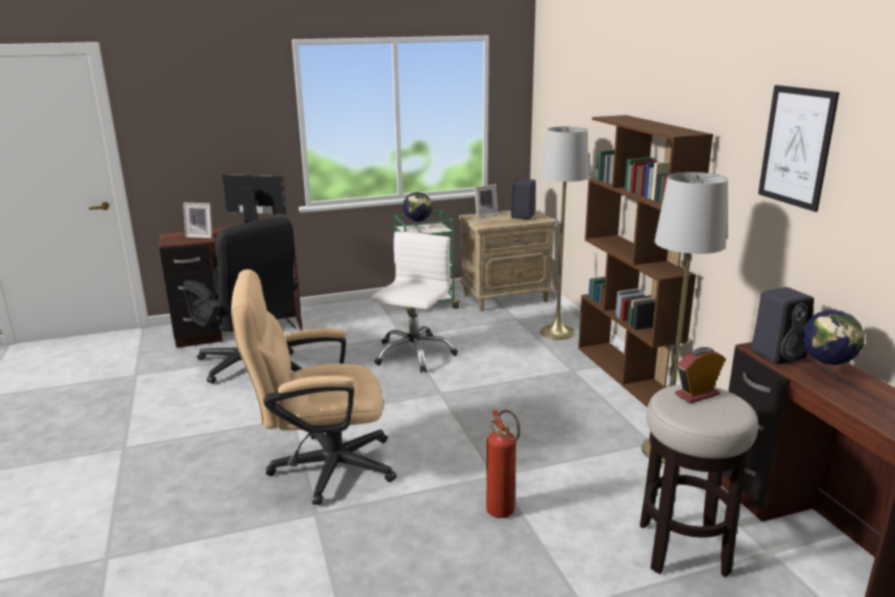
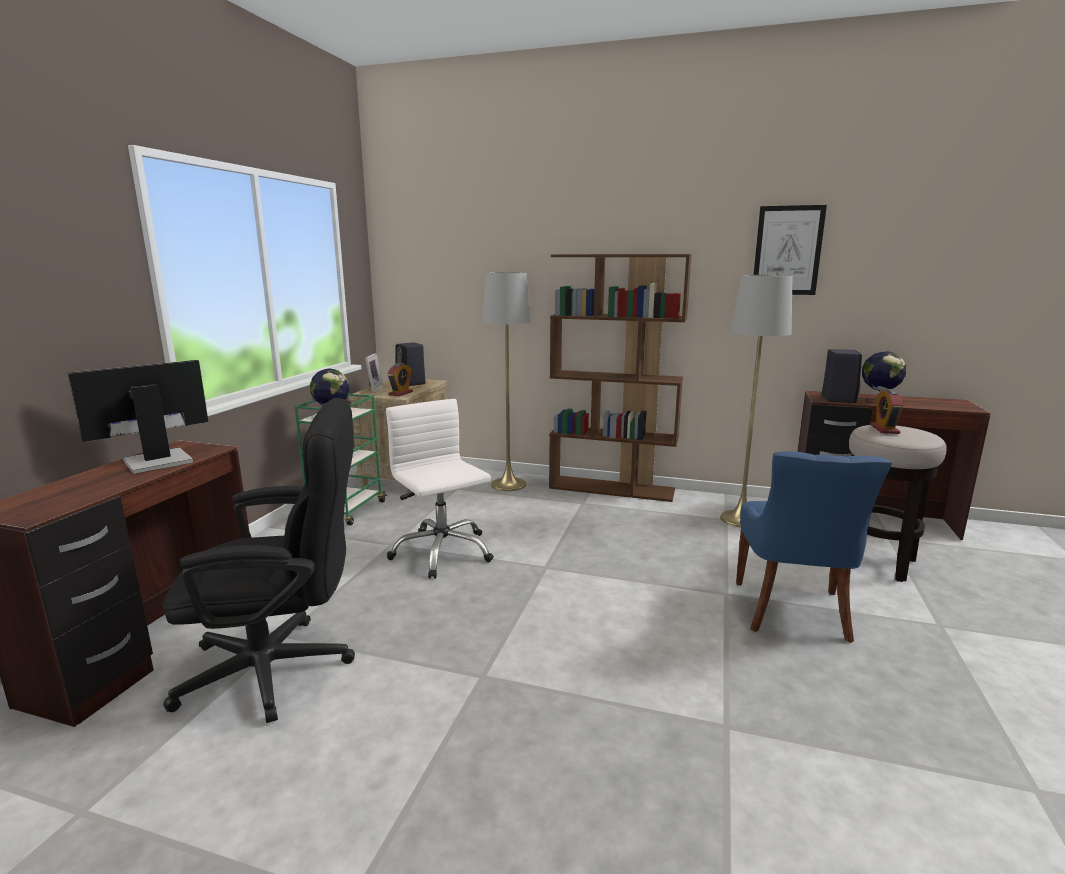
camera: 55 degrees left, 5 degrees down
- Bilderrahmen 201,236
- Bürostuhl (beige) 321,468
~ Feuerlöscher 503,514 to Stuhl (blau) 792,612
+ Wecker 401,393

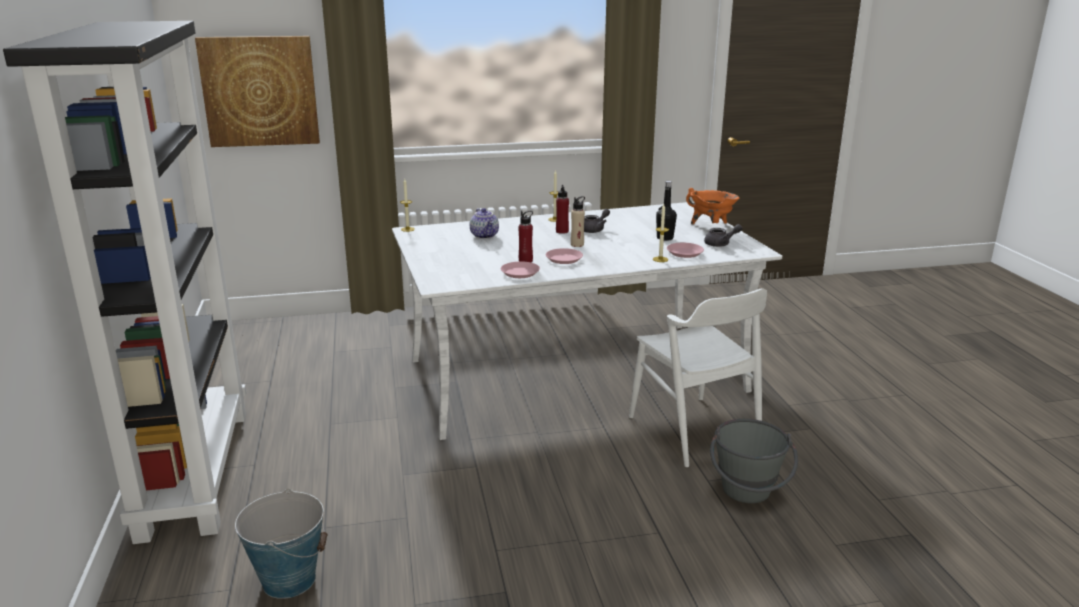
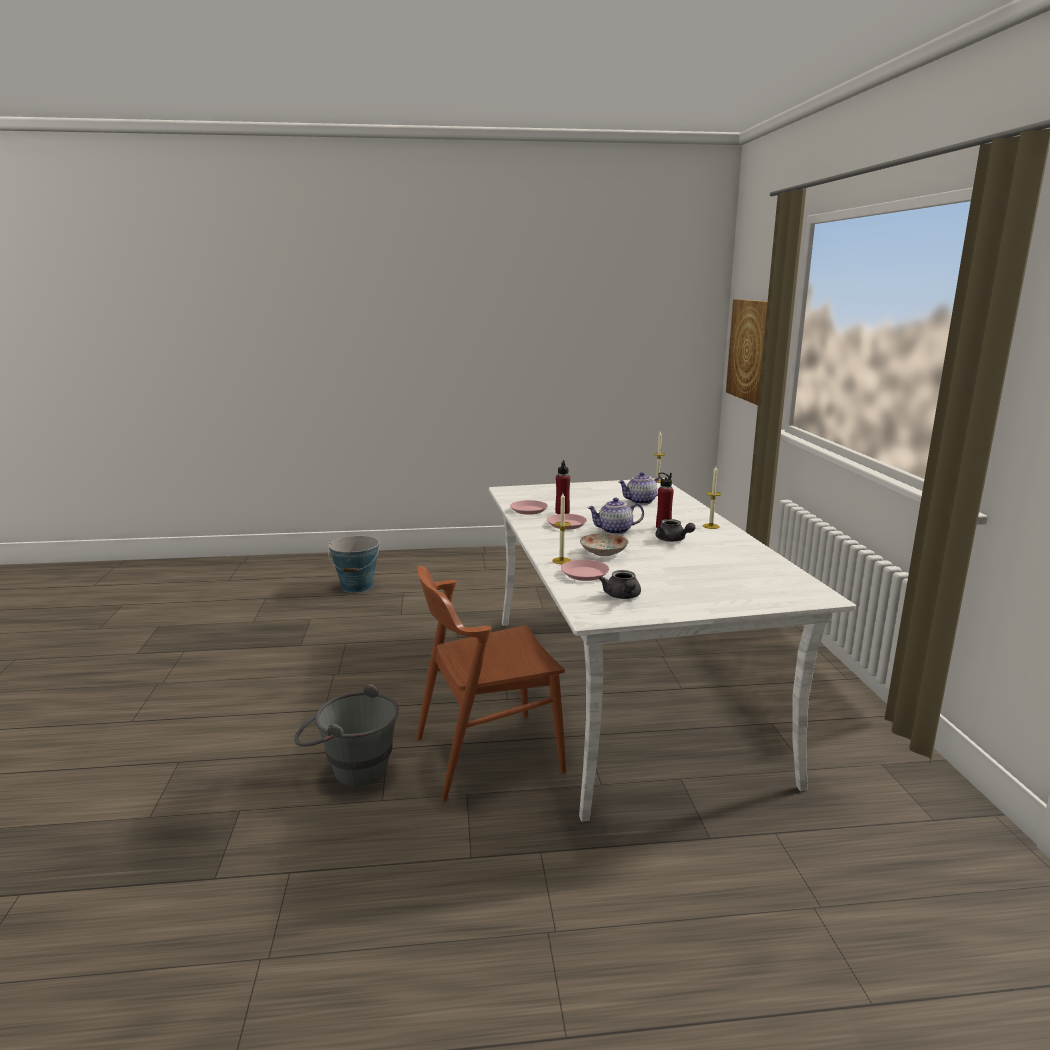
camera: 95 degrees right, 5 degrees down
- Bücherregal (schwarz) 194,470
~ Flasche (beige) 577,245 to Teekanne 614,531
~ Stuhl (weiß) 694,430 to Stuhl (braun) 487,754
- Flasche (schwarz) 665,238
- Kochtopf (orange) 711,226
+ Teller 603,552

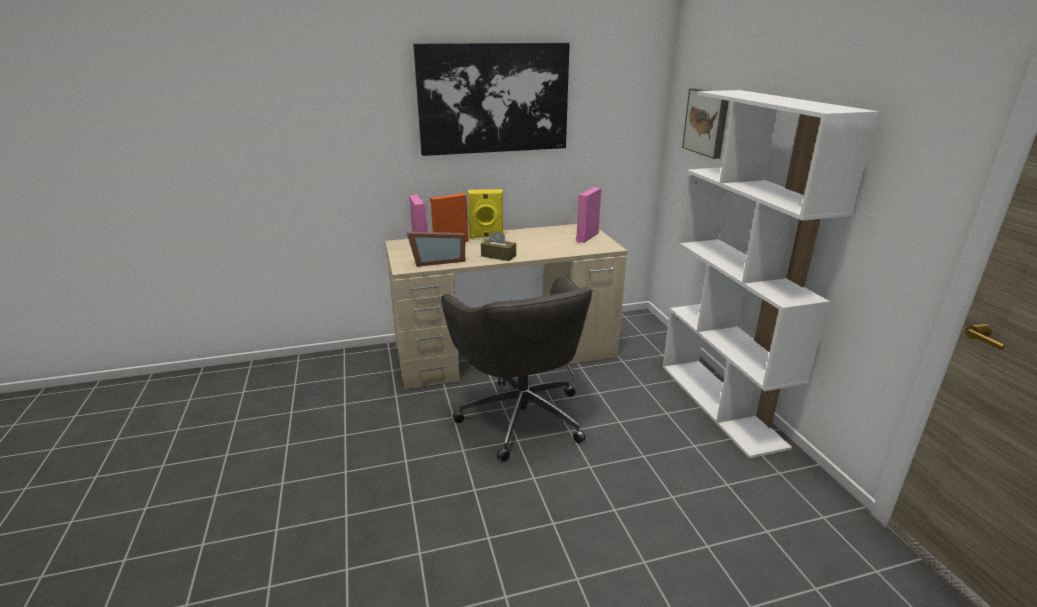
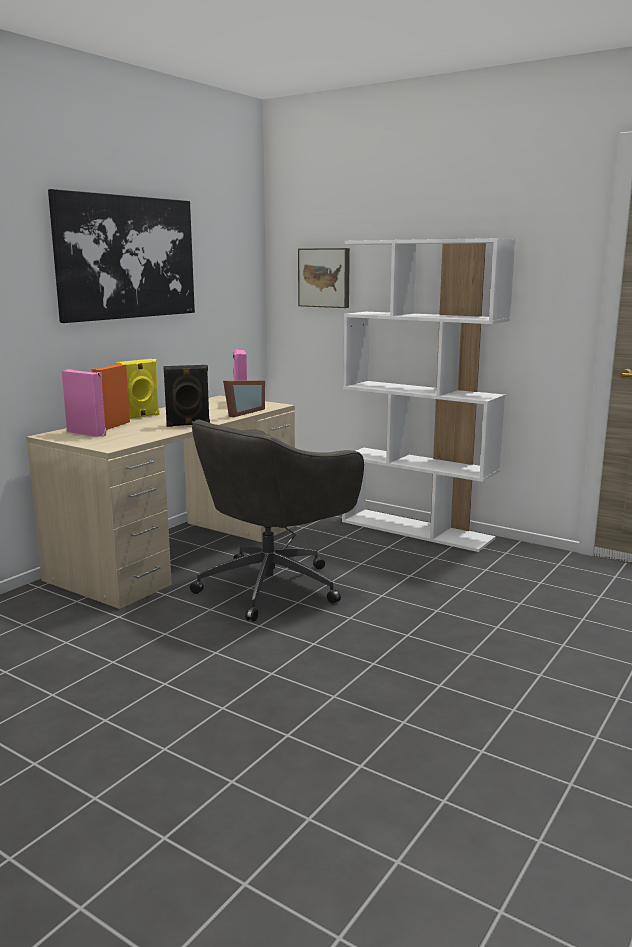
camera: 40 degrees left, 10 degrees down
~ Bilderrahmen 437,261 to 241,412
~ Bürostuhl (grau) 521,415 = 273,586 105 degrees clockwise
~ Taschentuchbox (braun) 498,256 to Lautsprecher (schwarz) 188,425

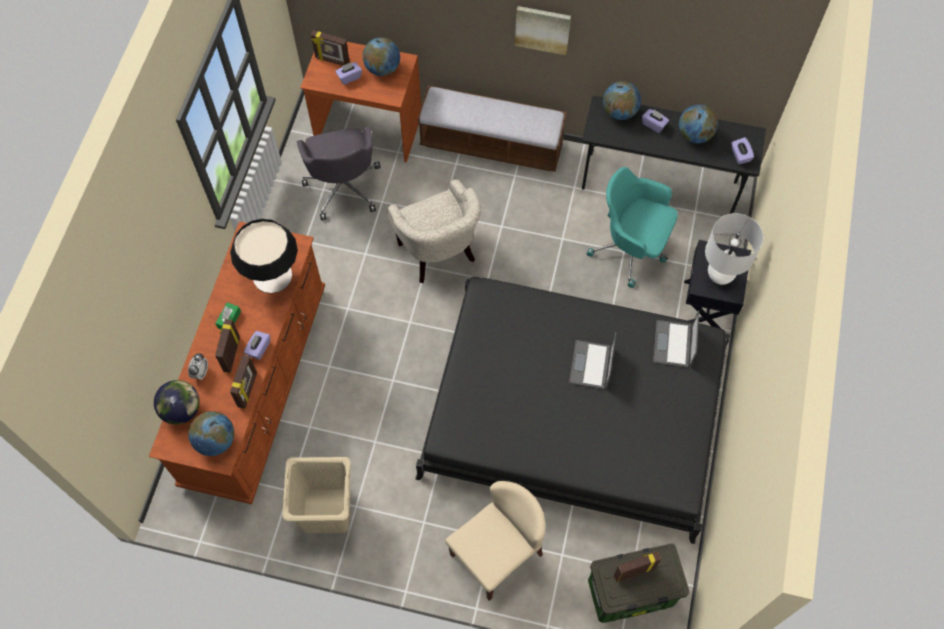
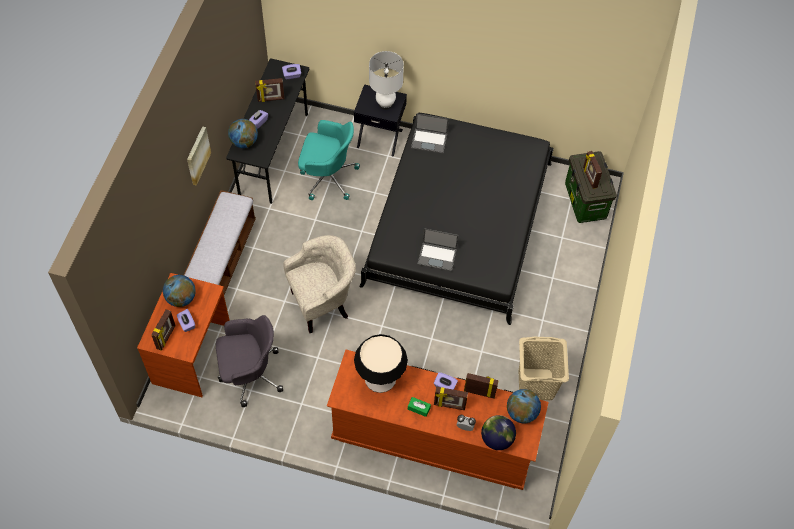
camera: 90 degrees left, 5 degrees down
- Stuhl (beige) 496,553
~ Laptop 591,365 to 437,256
~ Bürostuhl (türkis) 631,248 = 327,177 105 degrees counterclockwise
~ Globus 694,135 to Bilderrahmen 271,99

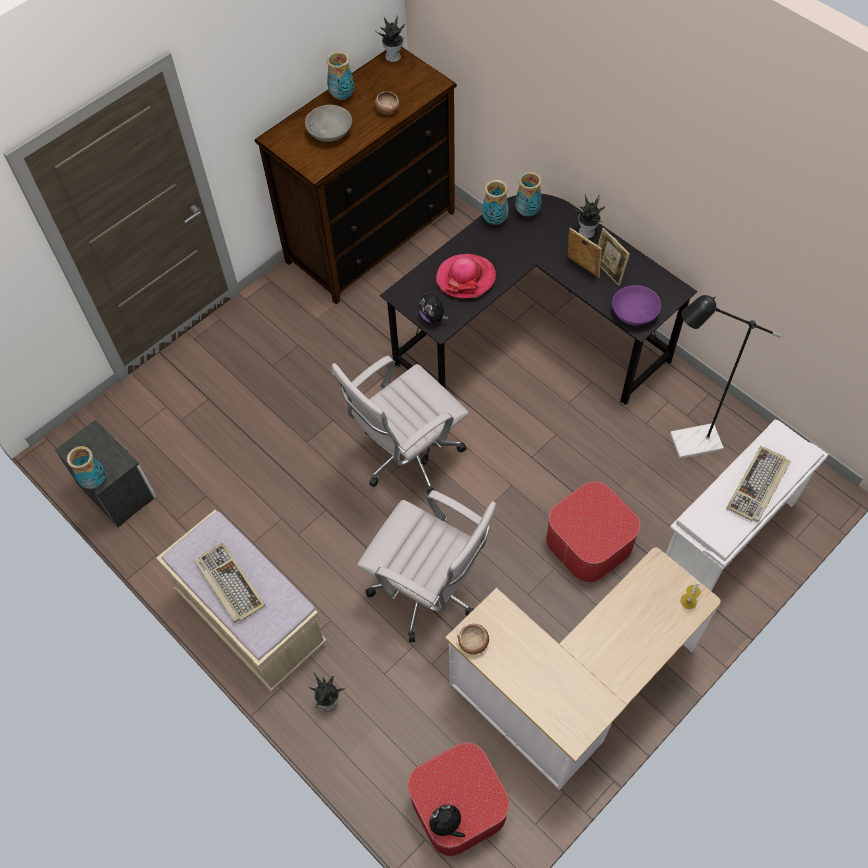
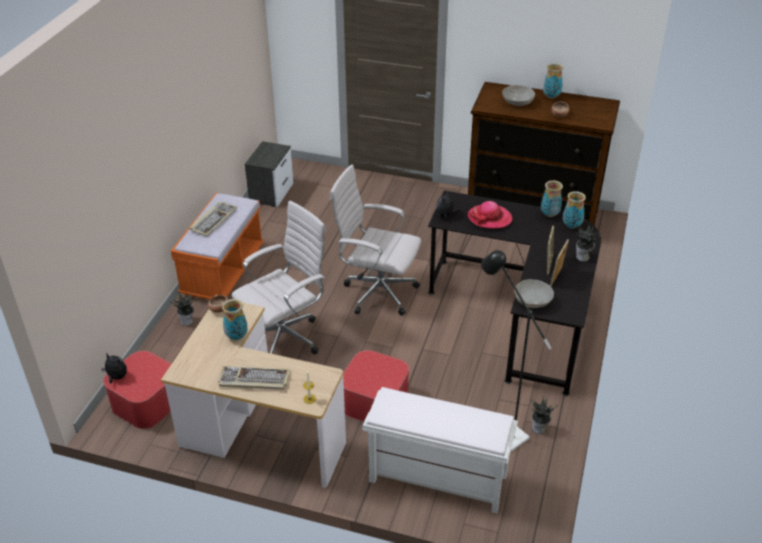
camera: 60 degrees right, 20 degrees down
~ Vase 94,481 to 237,336
~ Bank (beige) 251,618 to Bank (orange) 223,271
~ Bürostuhl (weiß) 429,592 = 286,337 135 degrees counterclockwise
~ Topfpflanze 393,56 to 539,429
~ Schüssel (lila) 634,312 to Schüssel (grau) 533,301
~ Tastatur 758,486 to 253,380

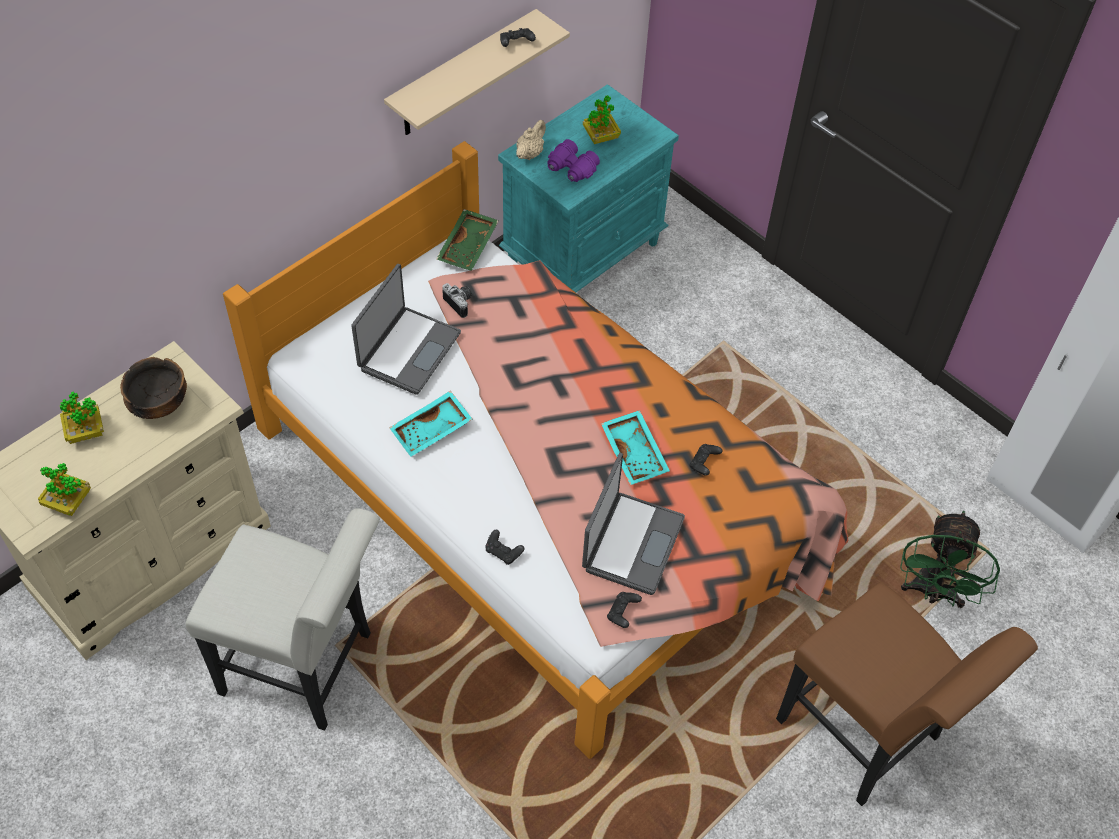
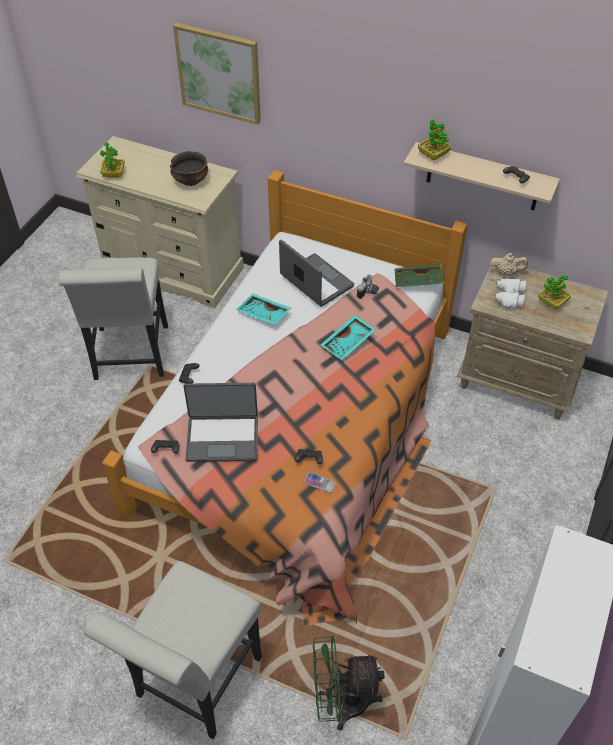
camera: 70 degrees right, 5 degrees down
~ Topfpflanze 85,431 to 433,155
~ Laptop 408,350 = 315,282 135 degrees counterclockwise
~ Nachttisch (türkis) 584,251 to Nachttisch (beige) 519,380
~ Fernglas (lila) 571,169 to Fernglas (weiß) 508,297
~ Tablett (türkis) 635,453 to 348,343
~ Stuhl (braun) 866,737 to Stuhl (weiß) 194,684
+ Bild 219,73
+ Handy 319,483

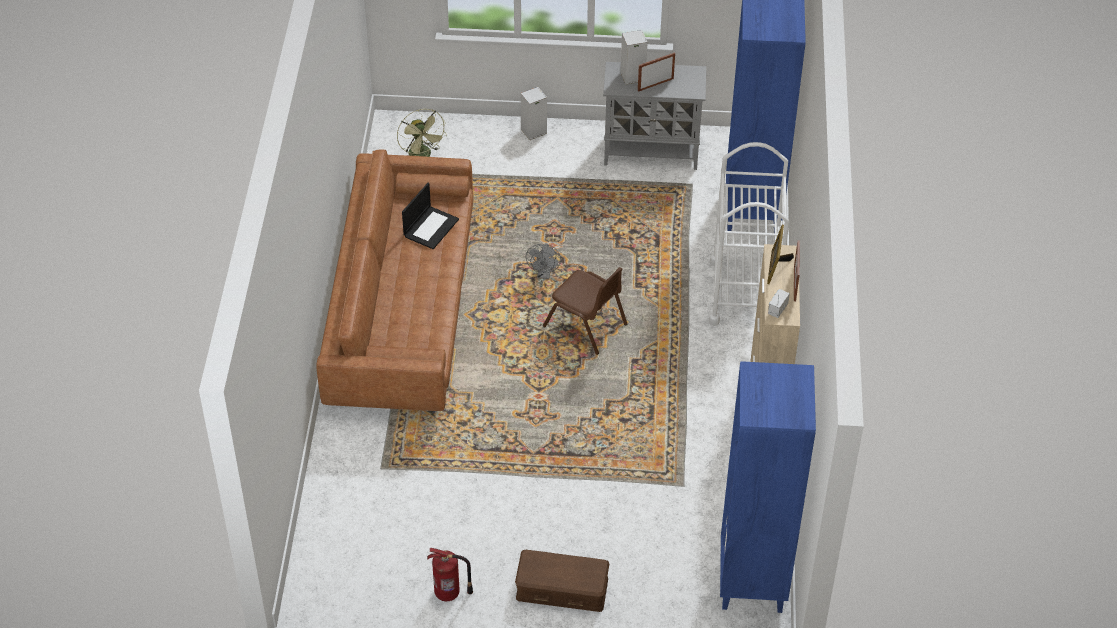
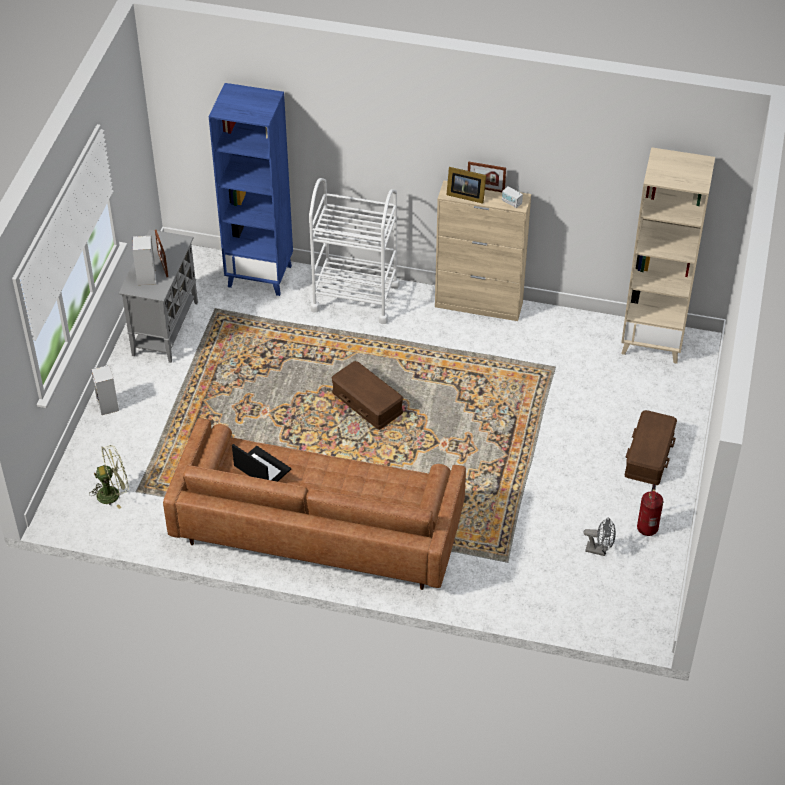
camera: 80 degrees left, 0 degrees up
~ Ventilator (grau) 544,274 to 599,550
~ Stuhl (braun) 585,325 to Aufbewahrungsbox (braun) 368,402
~ Bücherregal (blau) 752,581 to Bücherregal (beige) 653,342

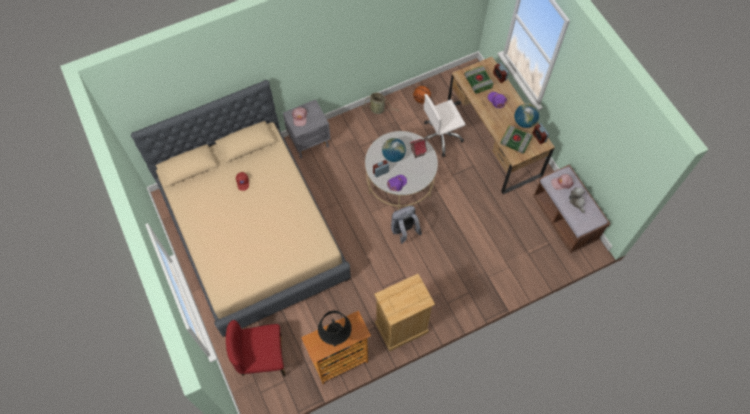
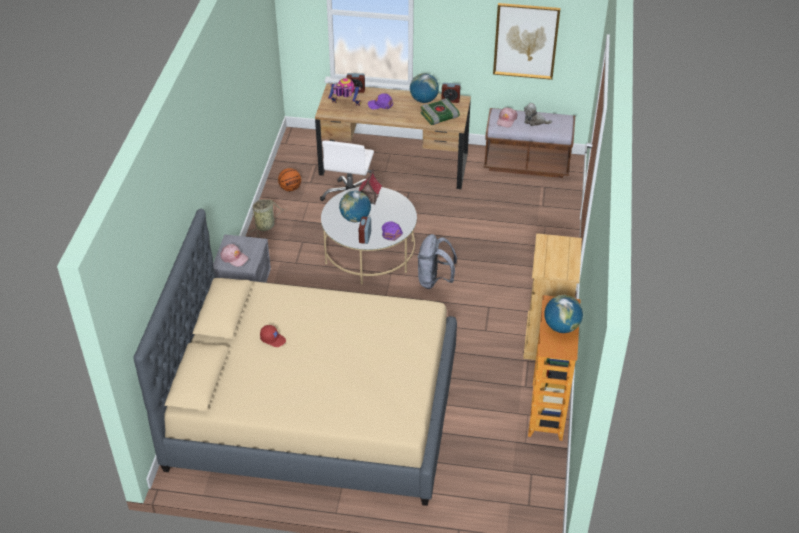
camera: 55 degrees left, 20 degrees down
- Stuhl (rot) 262,358
~ Tischlampe (schwarz) 336,338 to Globus 561,327
~ Buch 477,81 to Spielzeugroboter 345,105
+ Bild 525,41

